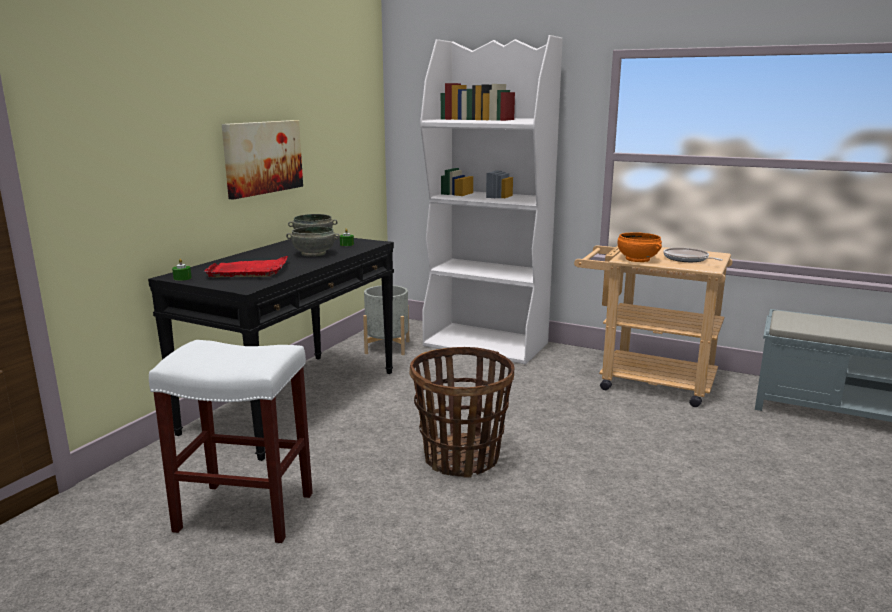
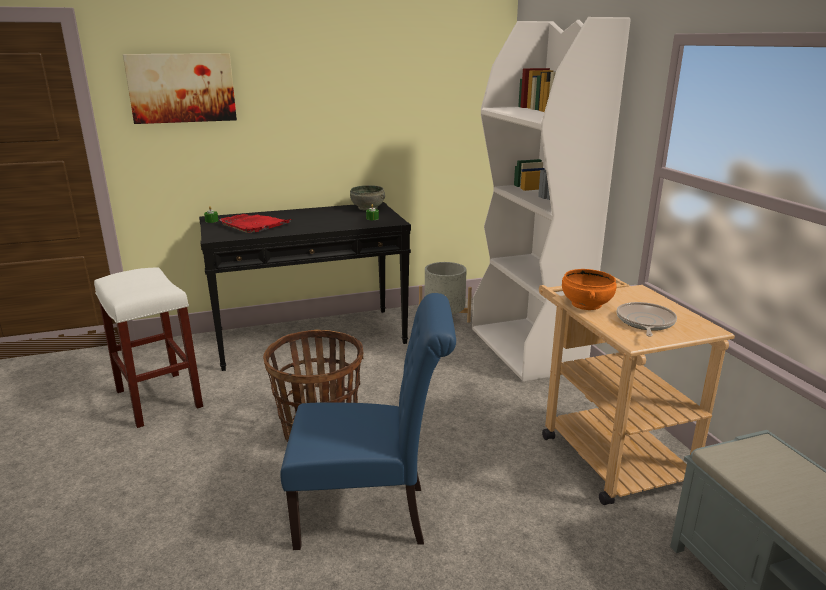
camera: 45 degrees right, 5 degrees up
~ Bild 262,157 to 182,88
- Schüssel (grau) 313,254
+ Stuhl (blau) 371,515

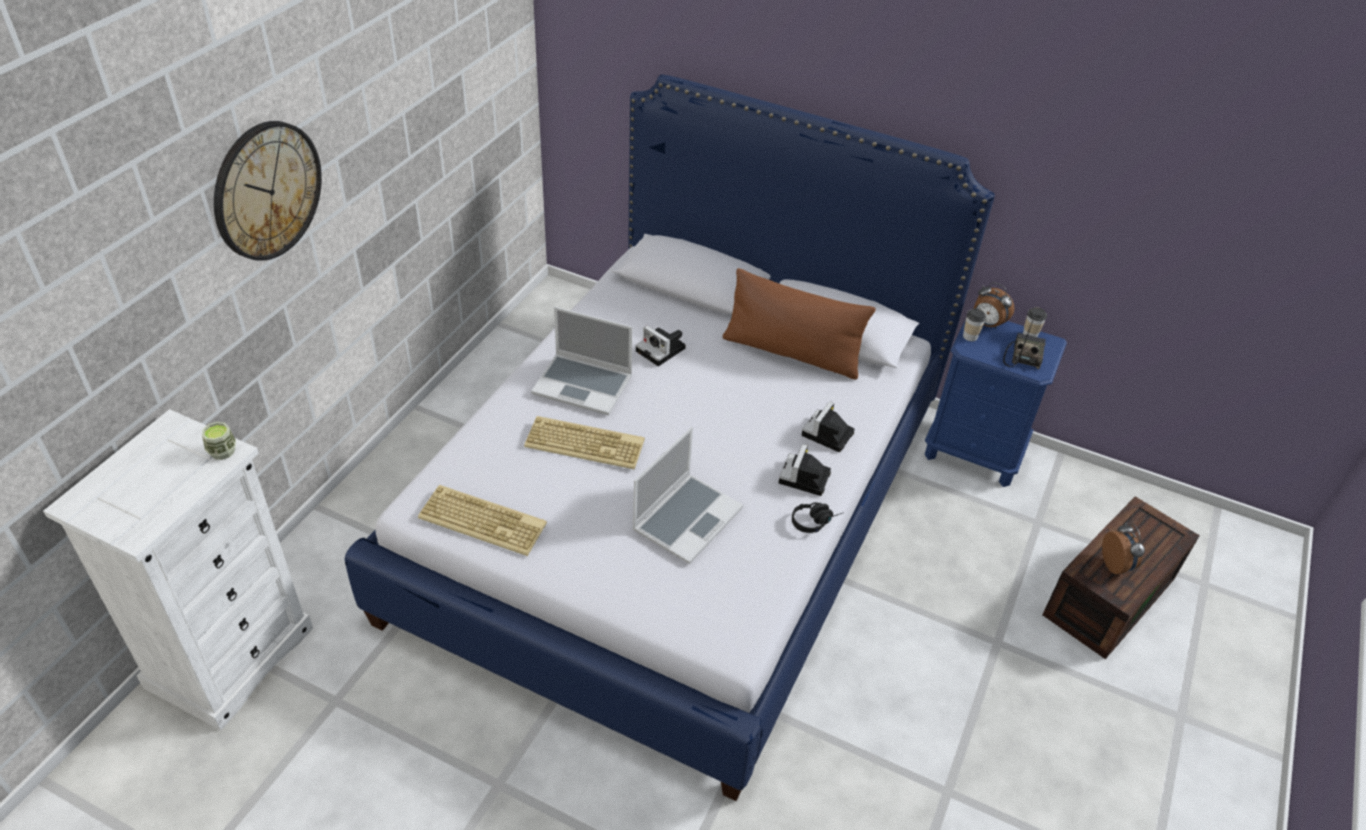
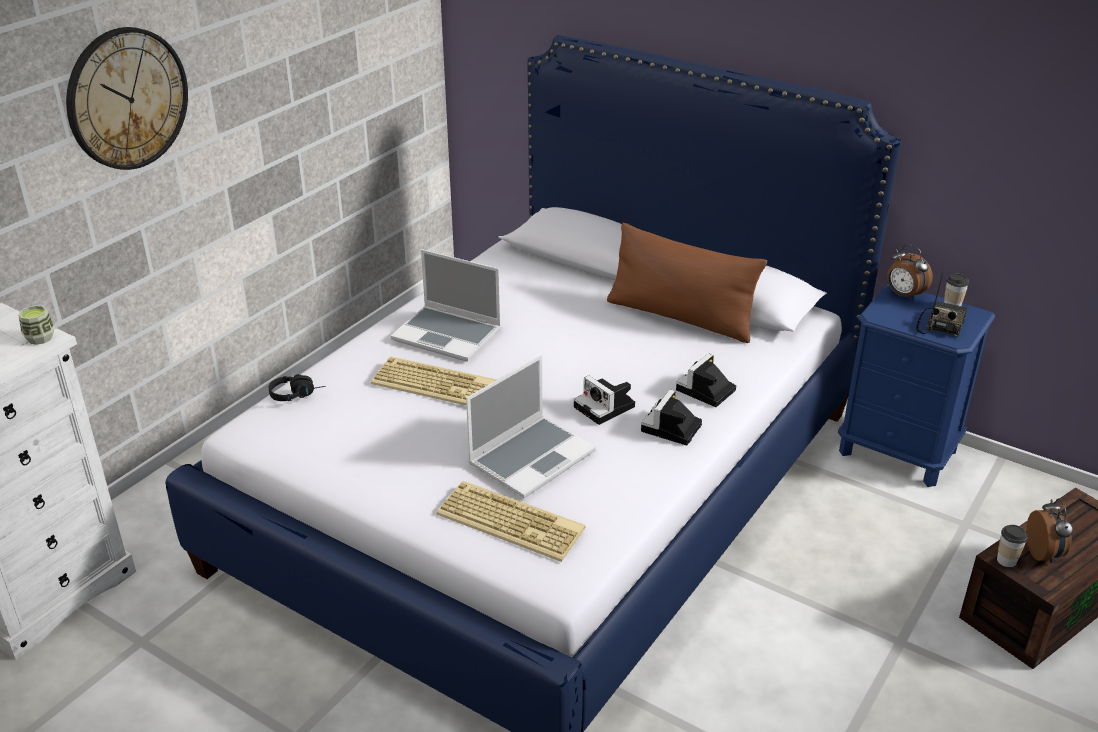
camera: 10 degrees right, 10 degrees down
~ Tastatur 484,520 to 512,521
~ Kamera 662,350 to 606,407
~ Kopfhörer (schwarz) 815,521 to 297,394
~ Tasse 970,336 to 1006,560

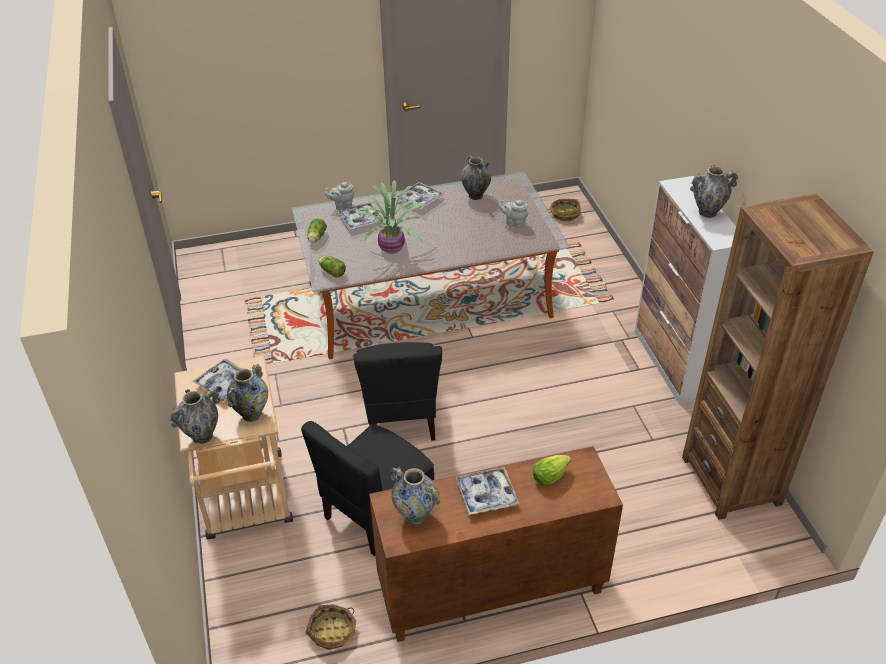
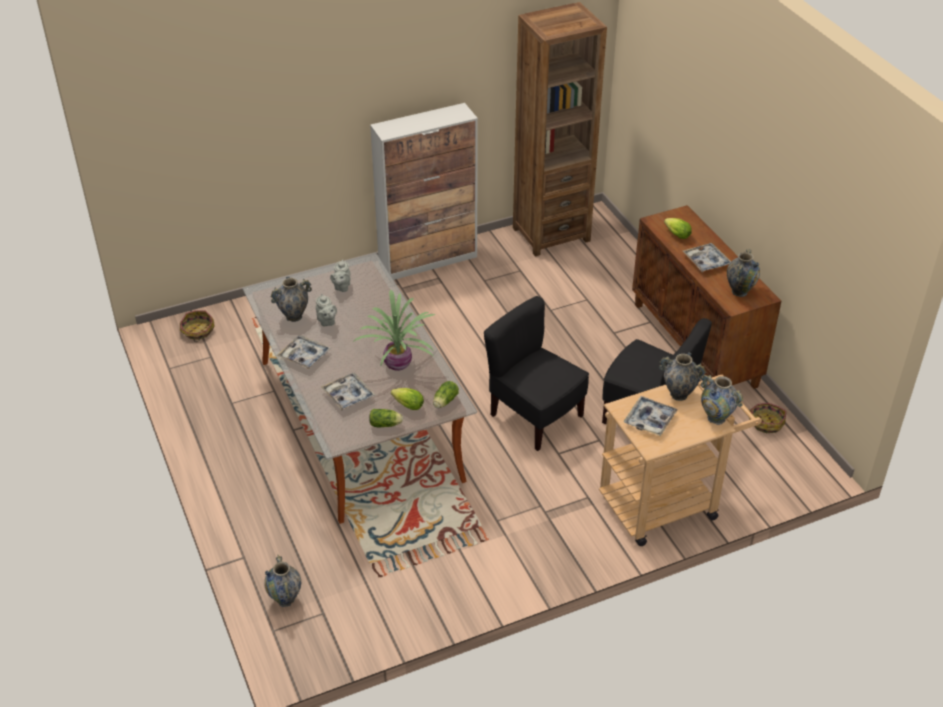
camera: 100 degrees left, 0 degrees up
~ Teekanne (grau) 342,206 to 326,322
~ Stuhl (schwarz) 400,418 = 535,417 120 degrees counterclockwise
~ Vase 707,212 to 285,599
+ Salatkopf 406,405

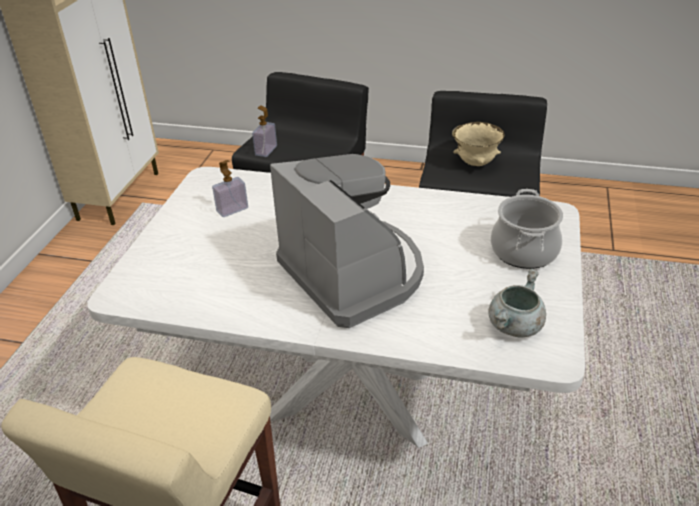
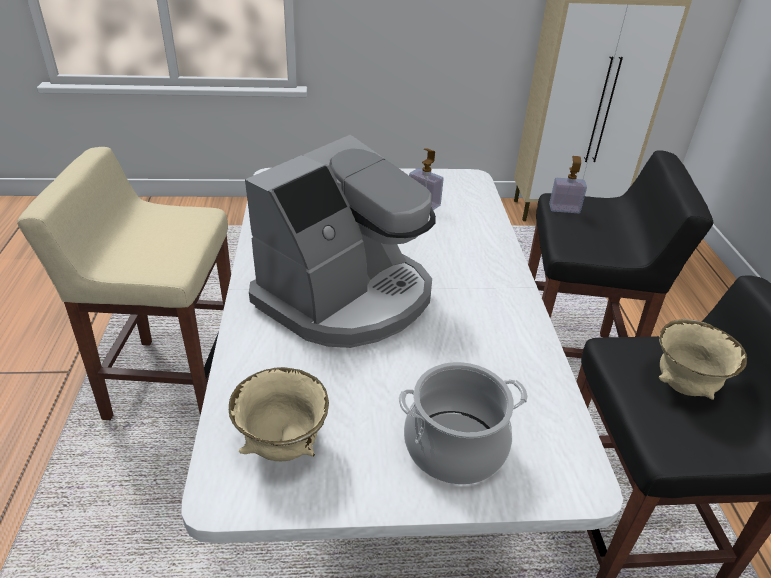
camera: 70 degrees right, 0 degrees up
~ Kochtopf (grau) 515,327 to Schüssel (beige) 282,447

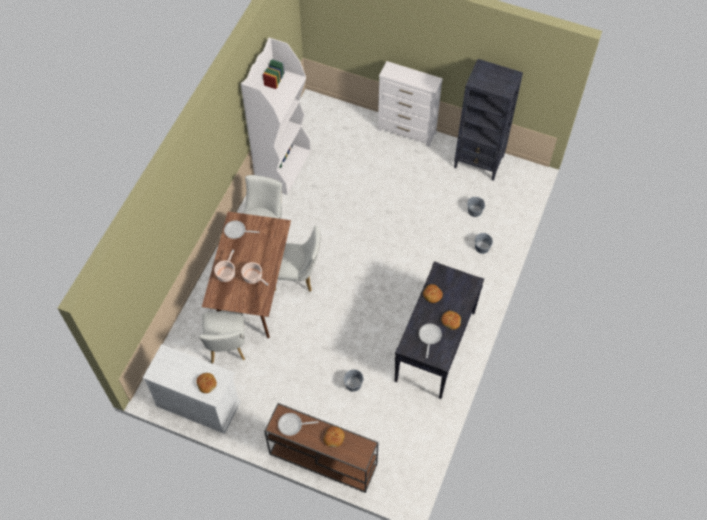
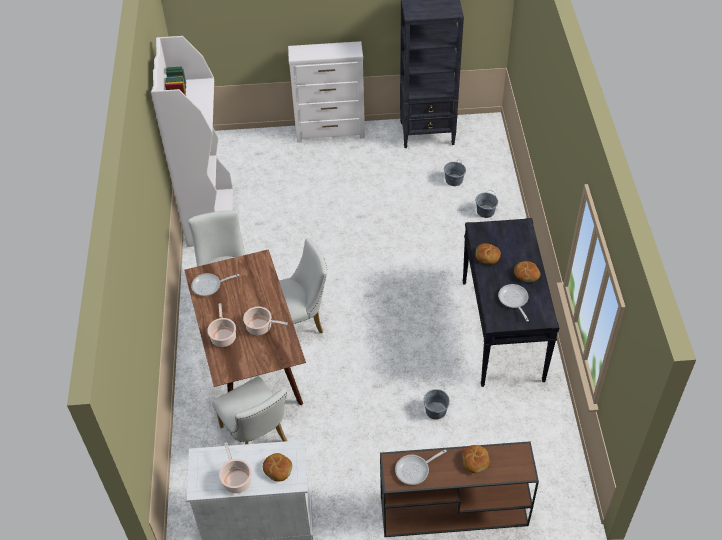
camera: 25 degrees left, 10 degrees down
+ Kochtopf 236,479

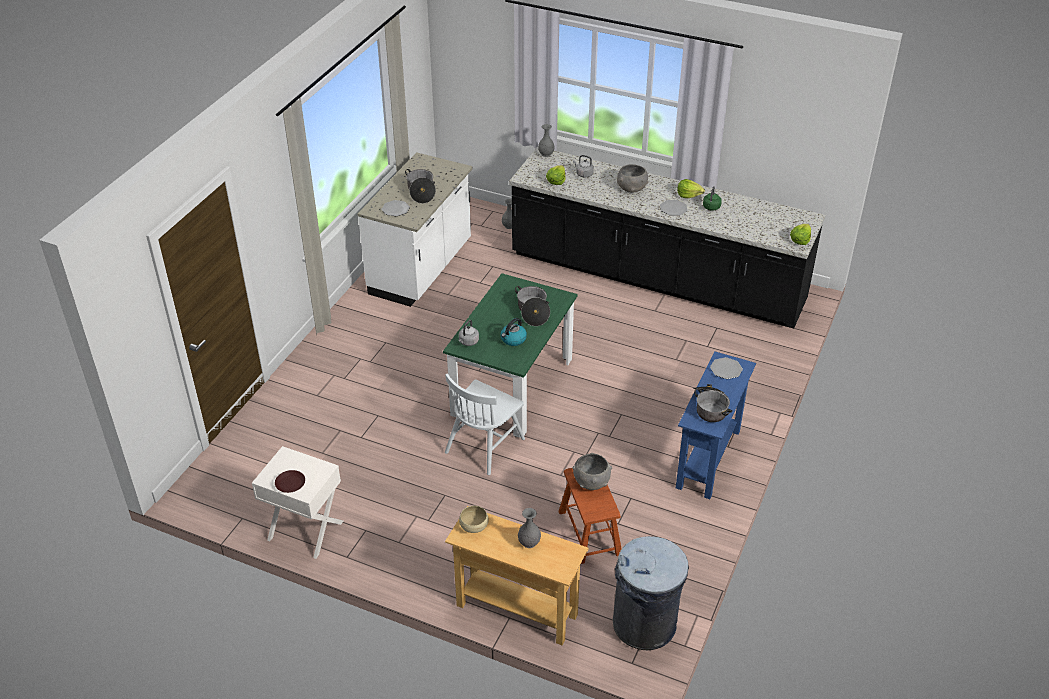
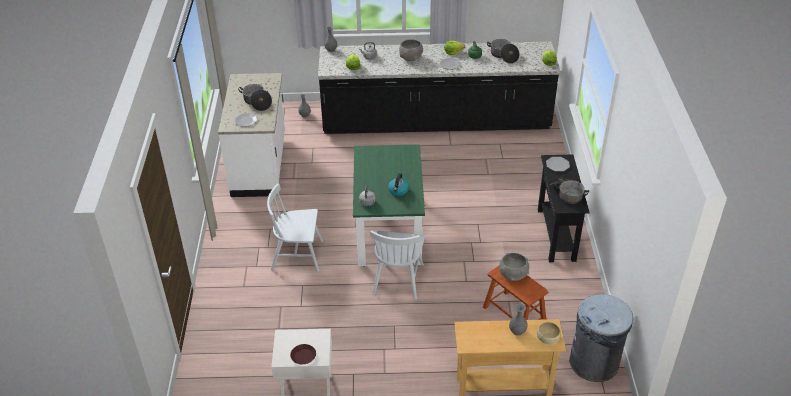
camera: 25 degrees left, 0 degrees up
~ Schüssel (beige) 474,525 to 548,337
~ Kochtopf 533,312 to 503,56
~ Konsolentisch (blau) 708,459 to Konsolentisch (schwarz) 556,234
+ Stuhl (weiß) 297,255

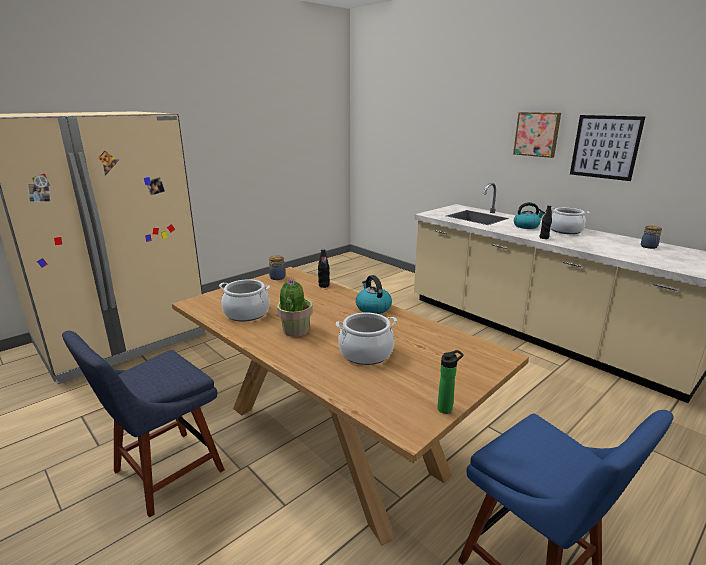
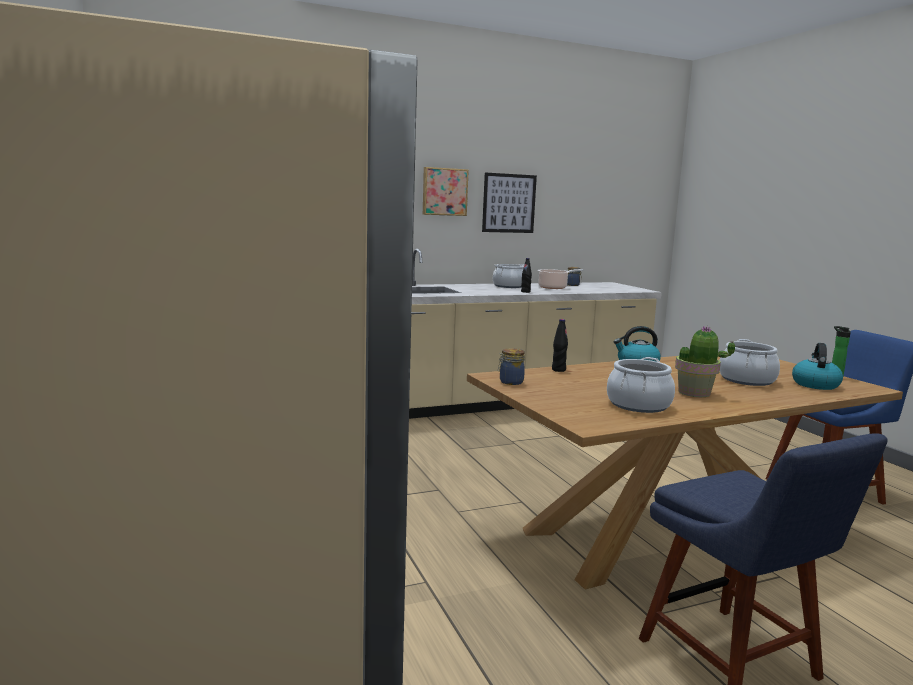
camera: 70 degrees left, 10 degrees down
~ Wasserkessel 526,226 to 815,384
+ Kochtopf 554,287

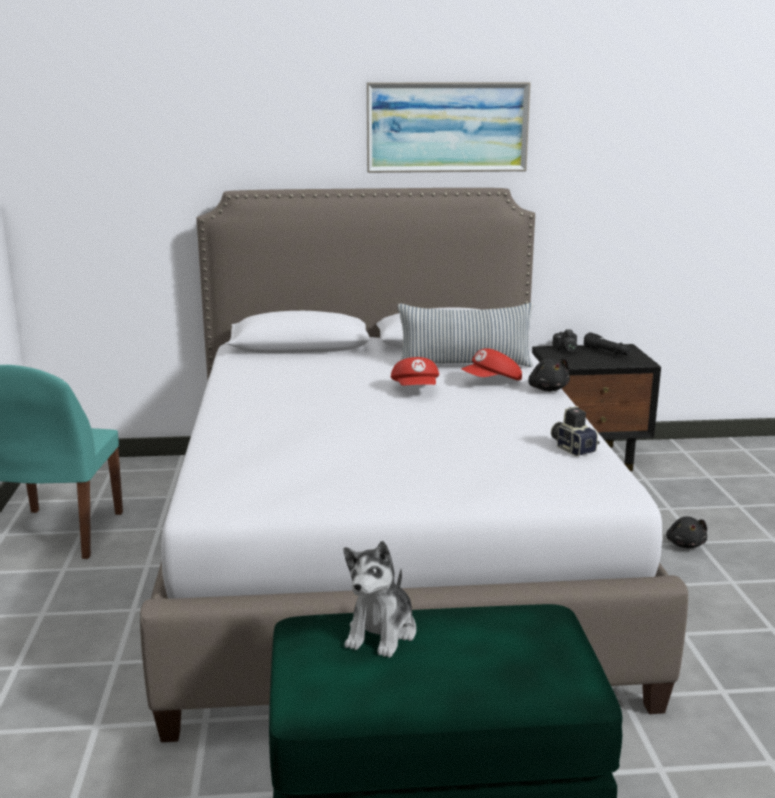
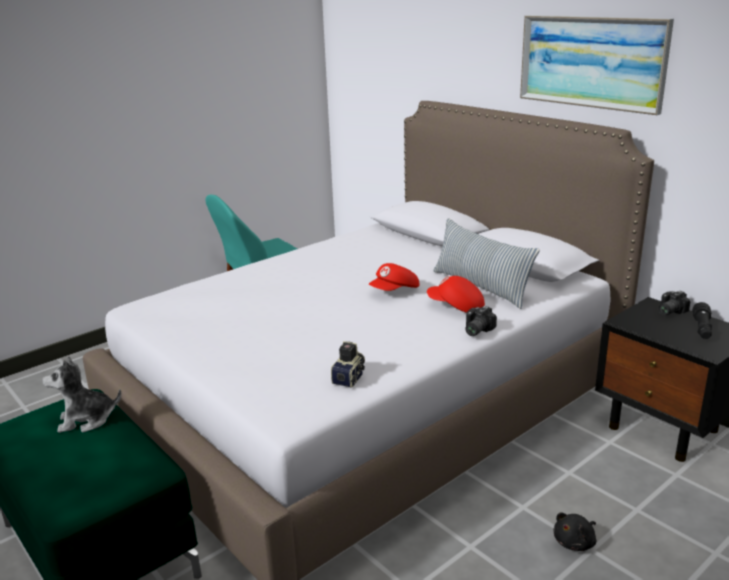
camera: 55 degrees right, 5 degrees up
~ Plüschtier (schwarz) 547,389 to Kamera 475,330

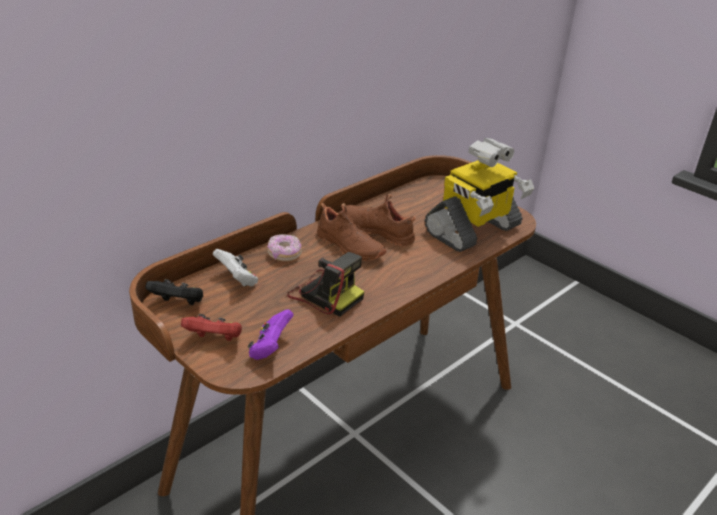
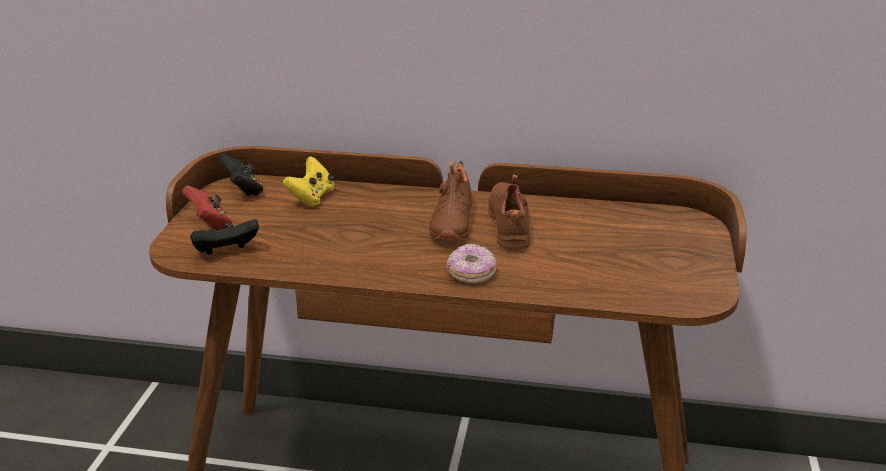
camera: 55 degrees right, 5 degrees down
~ Gamepad (weiß) 237,280 to Gamepad (gelb) 312,198
~ Gamepad (lila) 270,348 to Gamepad (schwarz) 226,252
~ Donut 284,254 to 471,274
- Kamera 325,294
- Spielzeugroboter 473,231

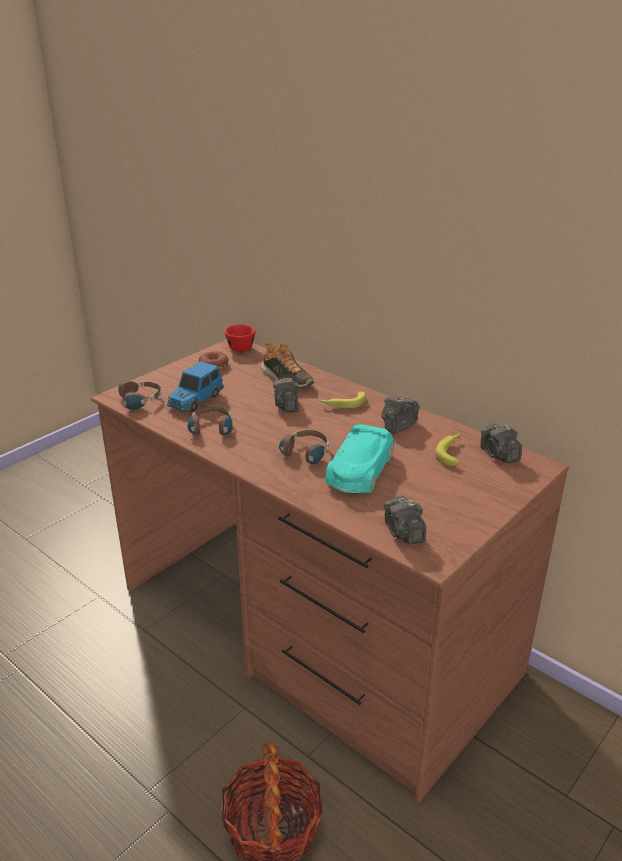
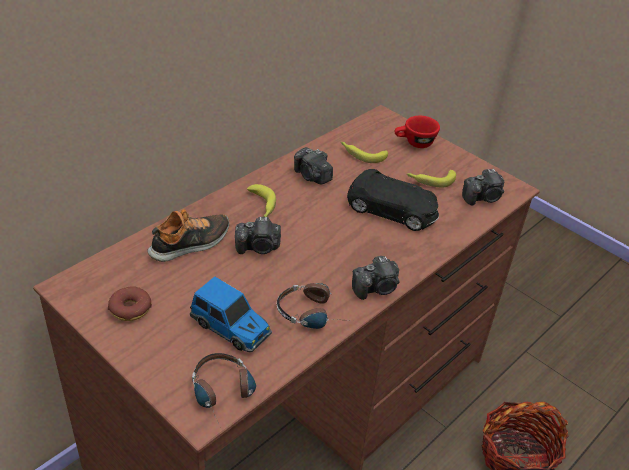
camera: 90 degrees left, 10 degrees up
~ Tasse (rot) 240,346 to 414,143
- Kopfhörer 302,457
~ Spielzeugauto (türkis) 359,470 to Spielzeugauto (schwarz) 392,209
~ Kamera 499,454 to 376,288
+ Banane 430,180

